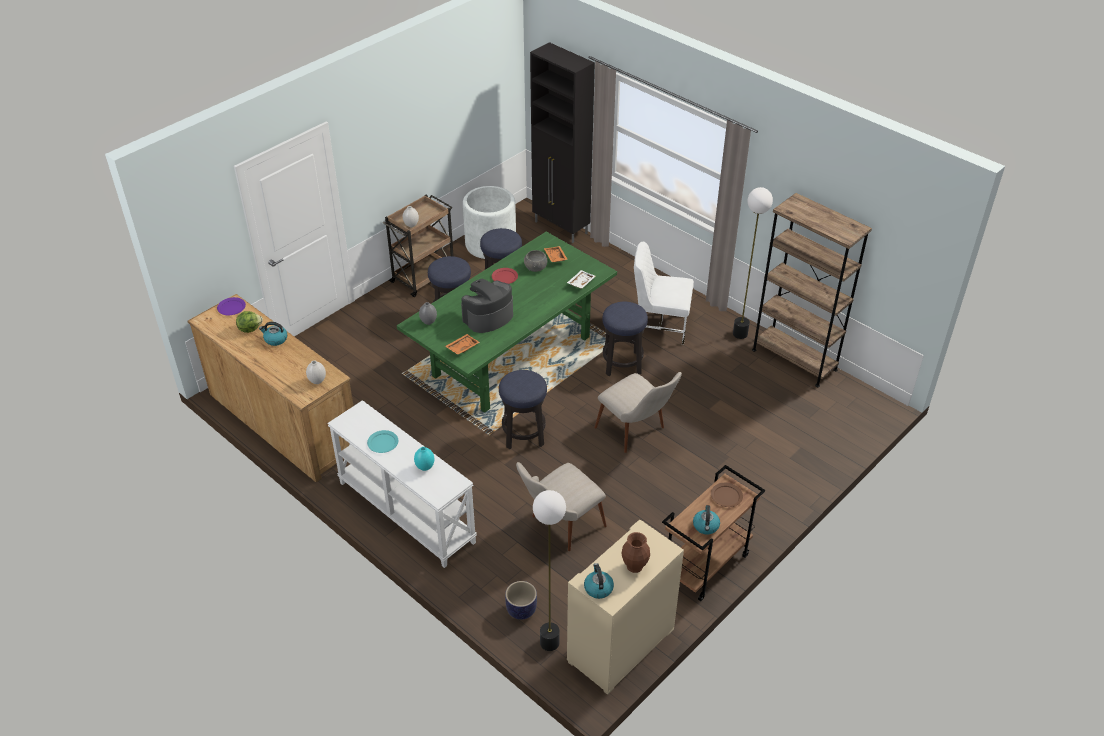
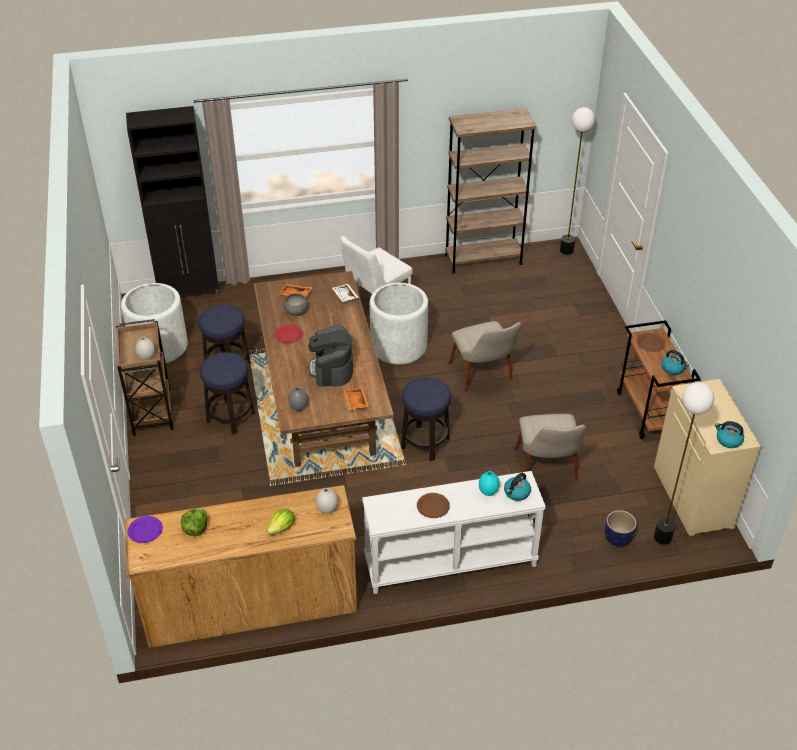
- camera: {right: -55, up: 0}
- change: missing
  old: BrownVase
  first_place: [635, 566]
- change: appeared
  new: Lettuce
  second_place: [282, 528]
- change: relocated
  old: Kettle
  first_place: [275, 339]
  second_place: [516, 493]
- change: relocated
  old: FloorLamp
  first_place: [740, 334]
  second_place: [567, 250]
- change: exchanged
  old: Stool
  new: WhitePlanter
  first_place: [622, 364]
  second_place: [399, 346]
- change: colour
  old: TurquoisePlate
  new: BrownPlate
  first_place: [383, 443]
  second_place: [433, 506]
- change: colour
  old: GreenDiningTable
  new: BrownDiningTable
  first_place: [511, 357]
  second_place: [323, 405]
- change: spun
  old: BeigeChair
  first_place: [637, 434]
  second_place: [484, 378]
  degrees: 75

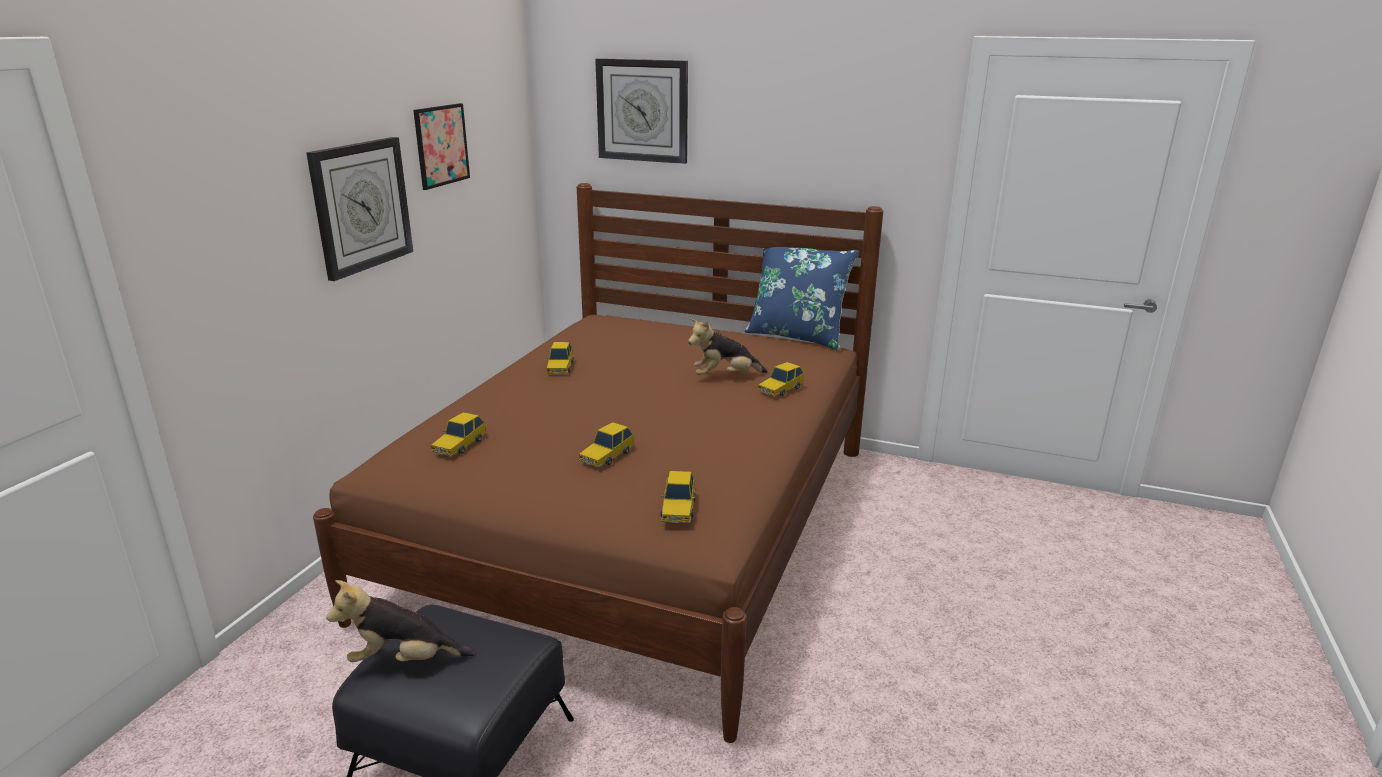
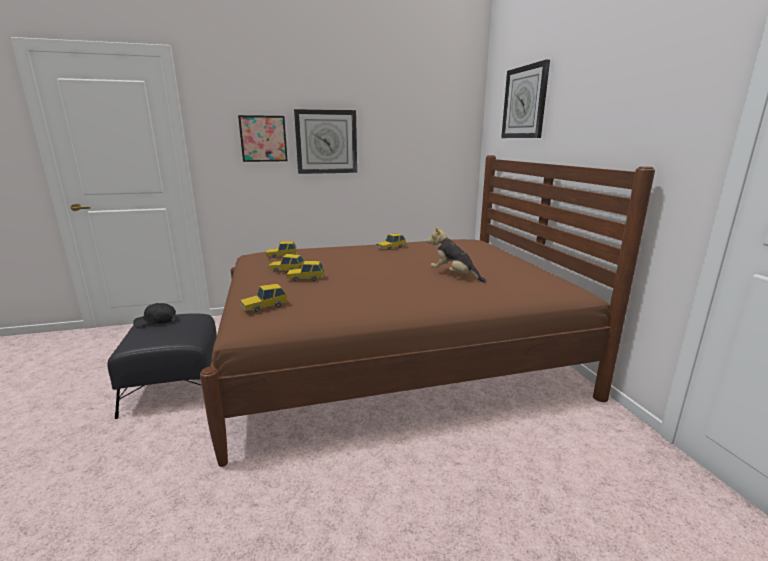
- camera: {right: 55, up: -5}
- change: missing
  old: BluePillow
  first_place: [797, 336]
- change: relocated
  old: Picture
  first_place: [441, 145]
  second_place: [263, 138]
- change: relocated
  old: ToyCar
  first_place: [780, 389]
  second_place: [286, 270]
- change: exchanged
  old: PlushToy
  new: BlackCap
  first_place: [404, 660]
  second_place: [156, 321]

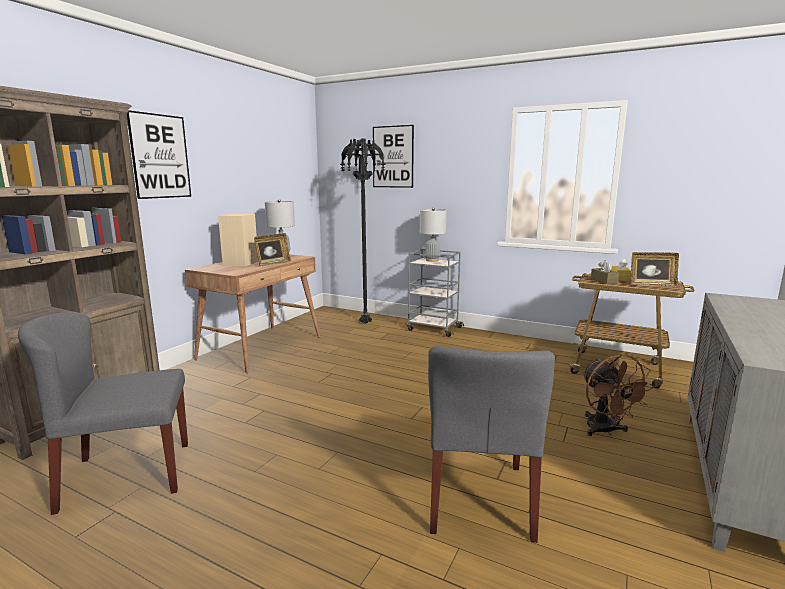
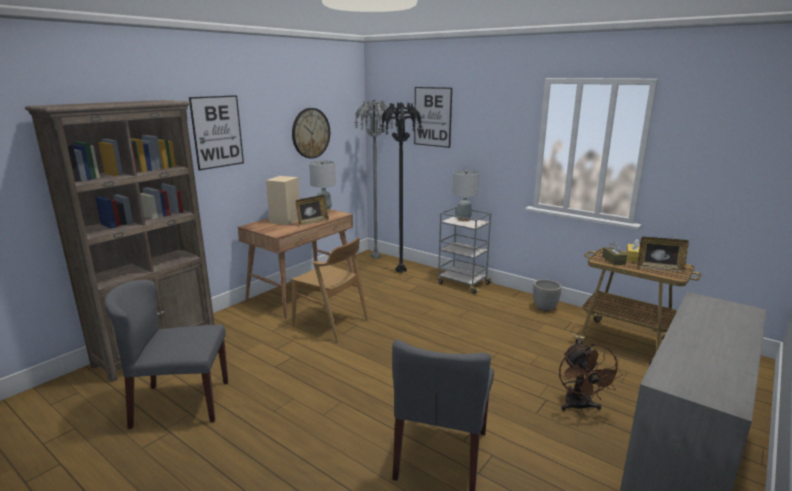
- camera: {right: 10, up: 5}
- change: appeared
  new: BrownChair
  second_place: [330, 323]
- change: appeared
  new: WallClock
  second_place: [310, 133]
- change: appeared
  new: GreyFloorLamp
  second_place: [376, 259]
- change: appeared
  new: Planter
  second_place: [545, 308]

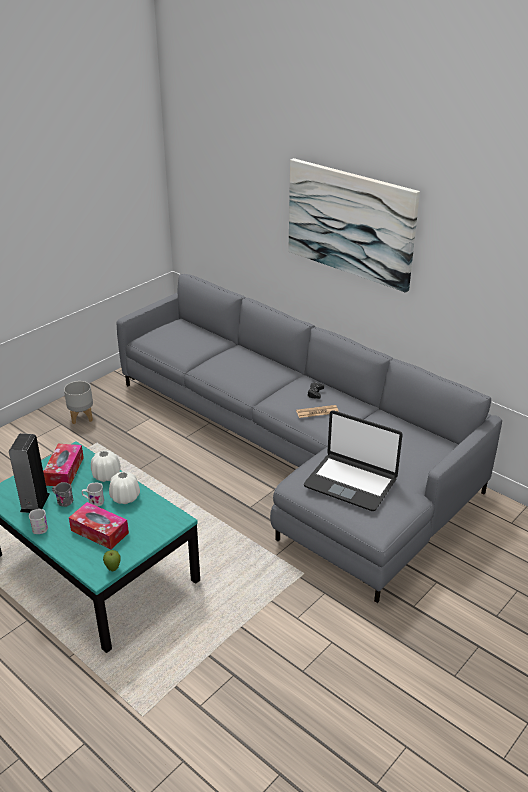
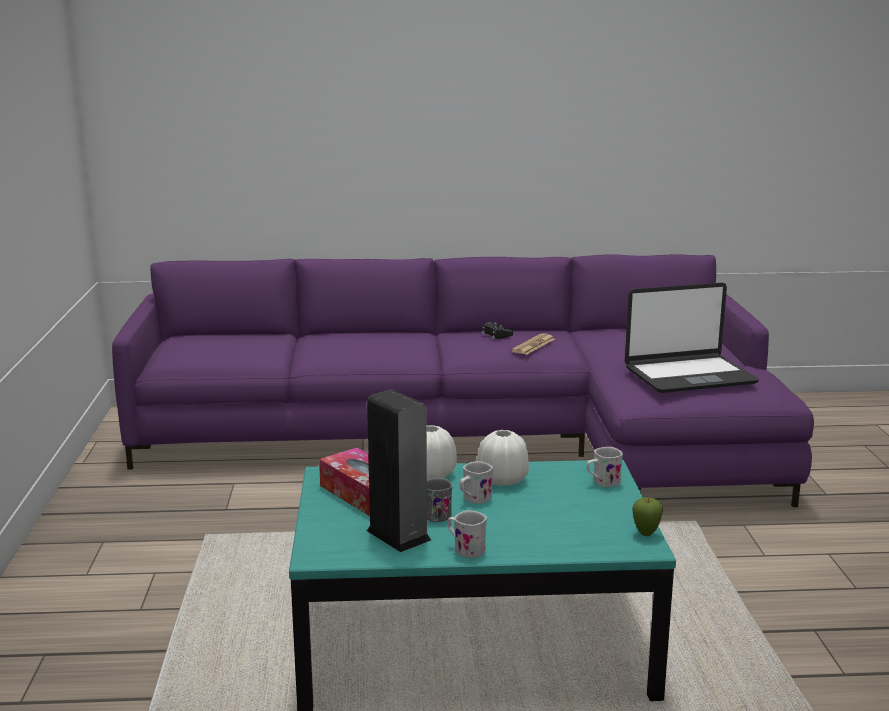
- camera: {right: -45, up: -15}
- change: missing
  old: GreyPlanter
  first_place: [81, 417]
- change: missing
  old: TissueBox
  first_place: [99, 531]
- change: missing
  old: Picture
  first_place: [350, 223]
- change: appeared
  new: WhiteMug
  second_place: [602, 483]
- change: colour
  old: GreySofa
  new: PurpleSofa
  first_place: [295, 451]
  second_place: [477, 440]

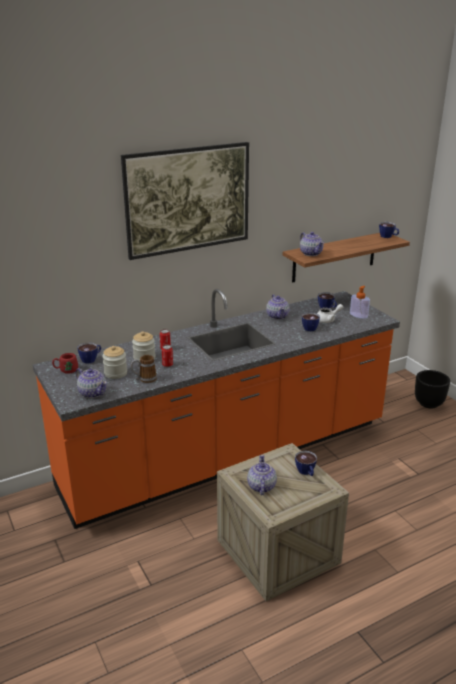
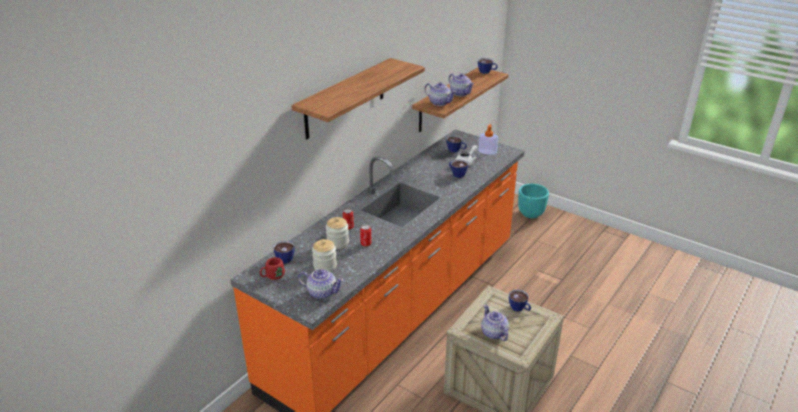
- camera: {right: -25, up: 5}
- change: missing
  old: Mug
  first_place: [144, 379]
- change: relocated
  old: Teapot
  first_place: [277, 316]
  second_place: [460, 93]
- change: exchanged
  old: Picture
  new: Shelf
  first_place: [189, 224]
  second_place: [345, 98]
- change: colour
  old: BlackPlanter
  new: TurquoisePlanter
  first_place: [428, 403]
  second_place: [530, 214]

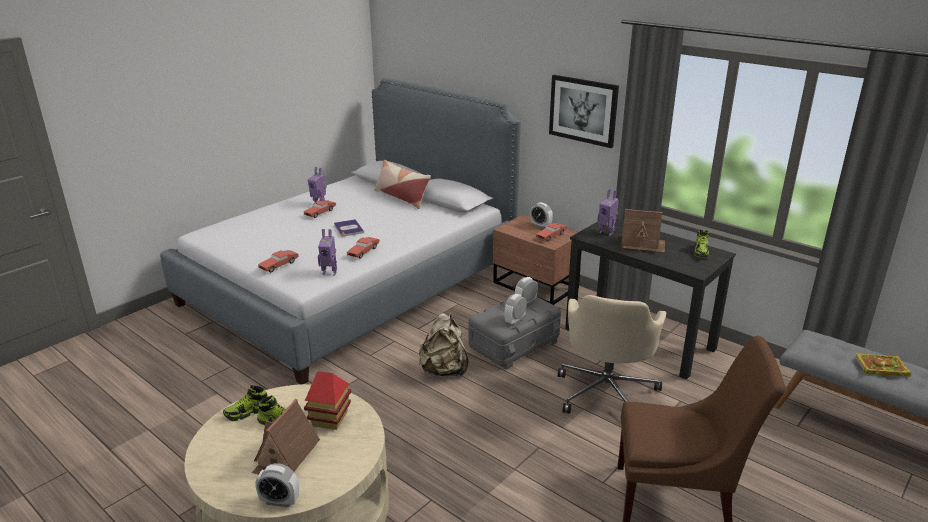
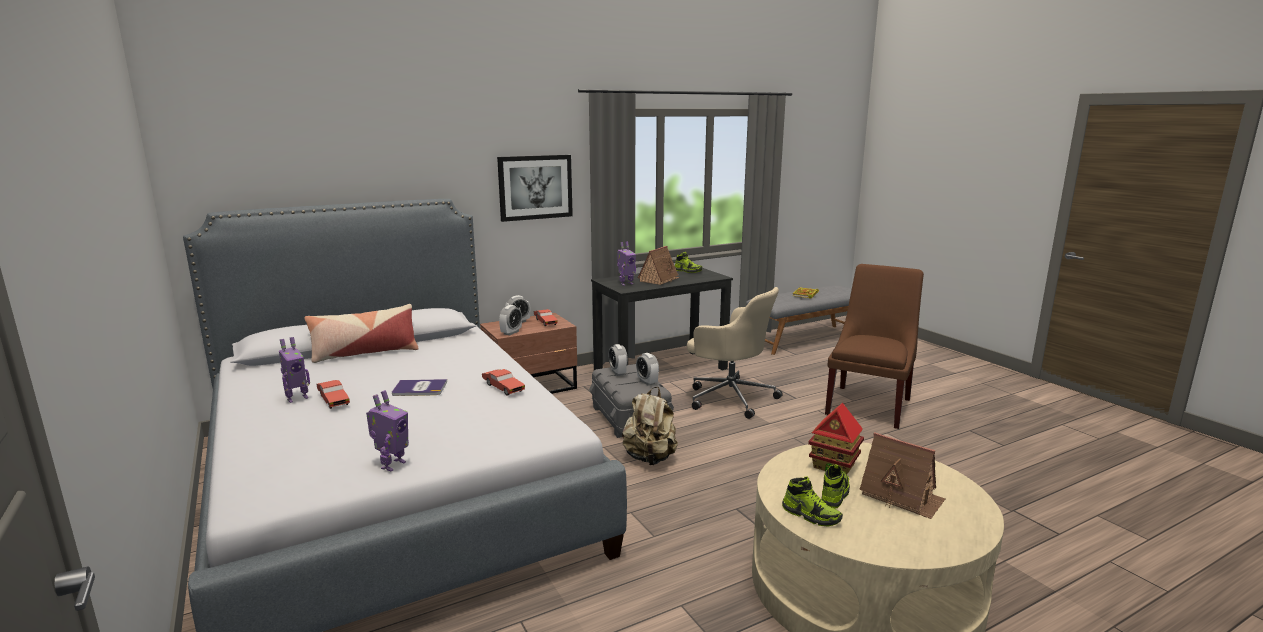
- camera: {right: -70, up: -10}
- change: missing
  old: RedToyCar
  first_place: [279, 265]
- change: relocated
  old: AlarmClock
  first_place: [280, 501]
  second_place: [511, 332]
- change: relocated
  old: ToyRobot
  first_place: [329, 273]
  second_place: [392, 465]
- change: spun
  old: Shoe
  first_place: [248, 412]
  second_place: [811, 515]
  degrees: -45

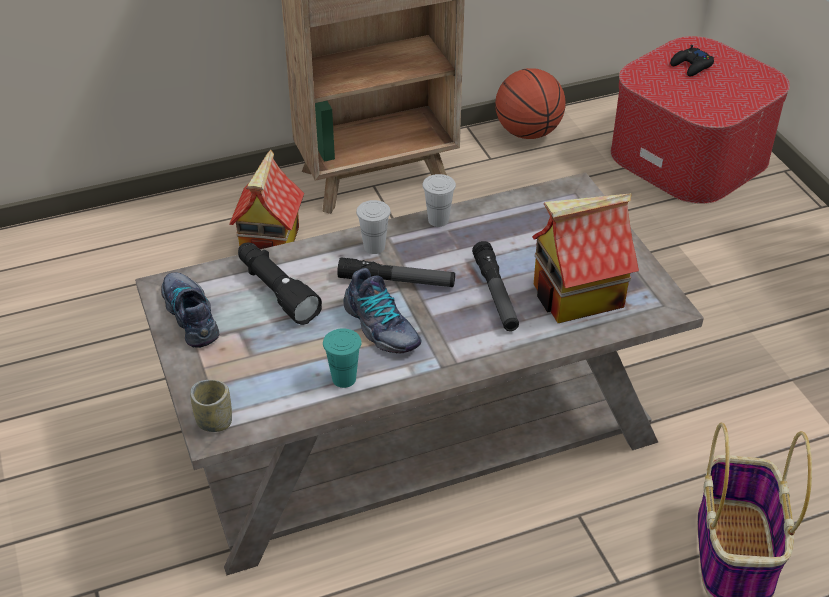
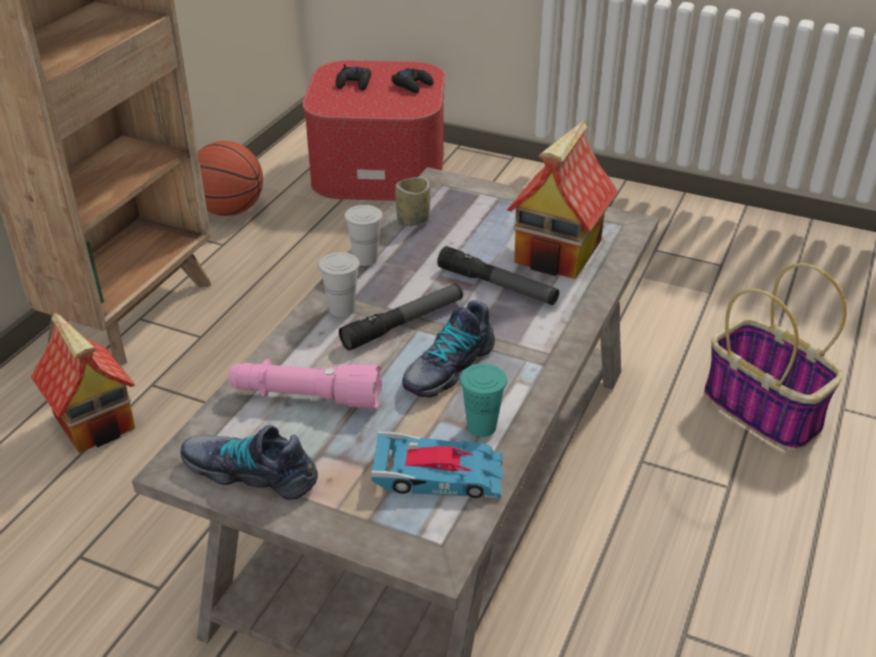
- camera: {right: -45, up: -5}
- change: appeared
  new: ToyCar
  second_place: [439, 474]
- change: appeared
  new: BlackGameController
  second_place: [412, 85]
- change: relocated
  old: Cup
  first_place: [214, 422]
  second_place: [413, 220]
- change: colour
  old: BlackFlashlight
  new: PinkFlashlight
  first_place: [276, 291]
  second_place: [306, 397]
- change: spun
  old: Shoe
  first_place: [380, 327]
  second_place: [447, 367]
  degrees: 120

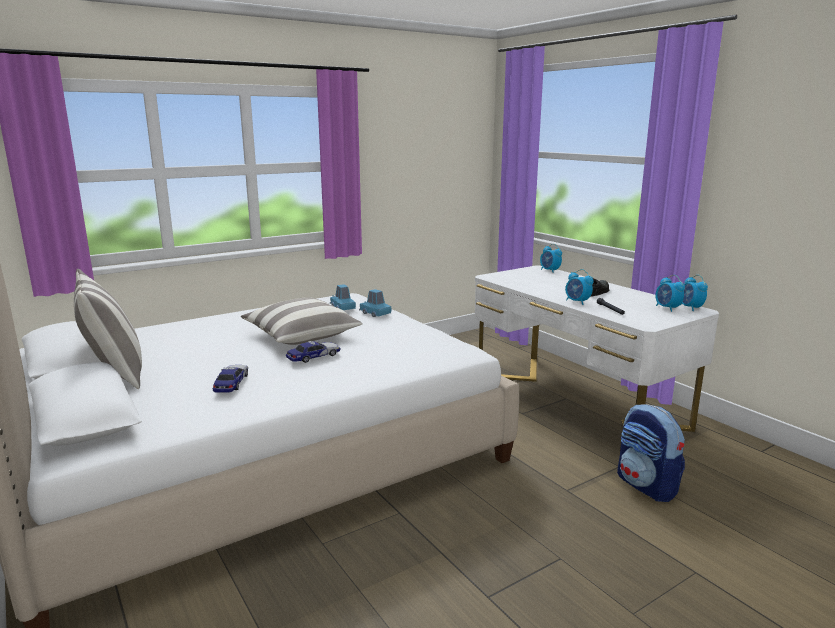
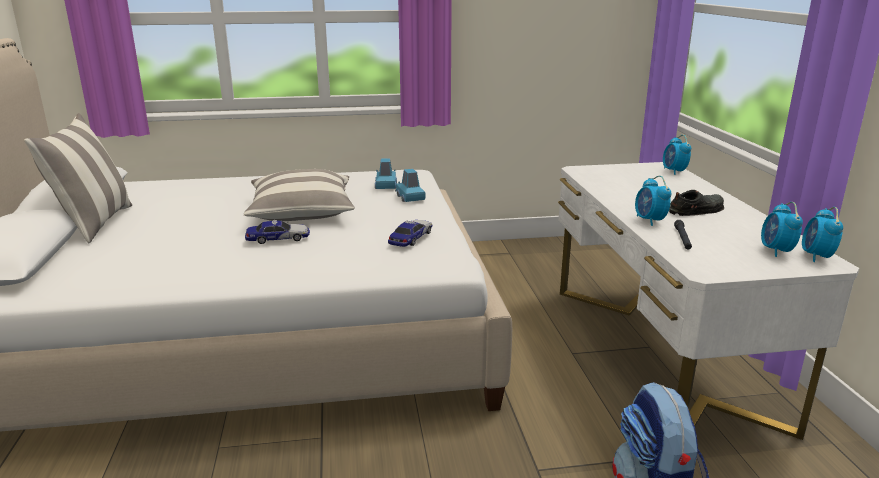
- camera: {right: 25, up: 5}
- change: relocated
  old: ToyCar
  first_place: [231, 383]
  second_place: [411, 238]

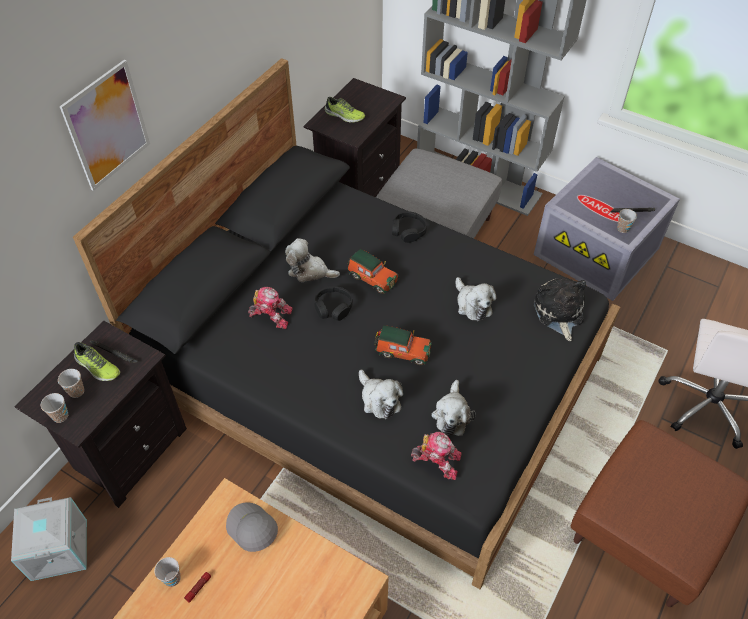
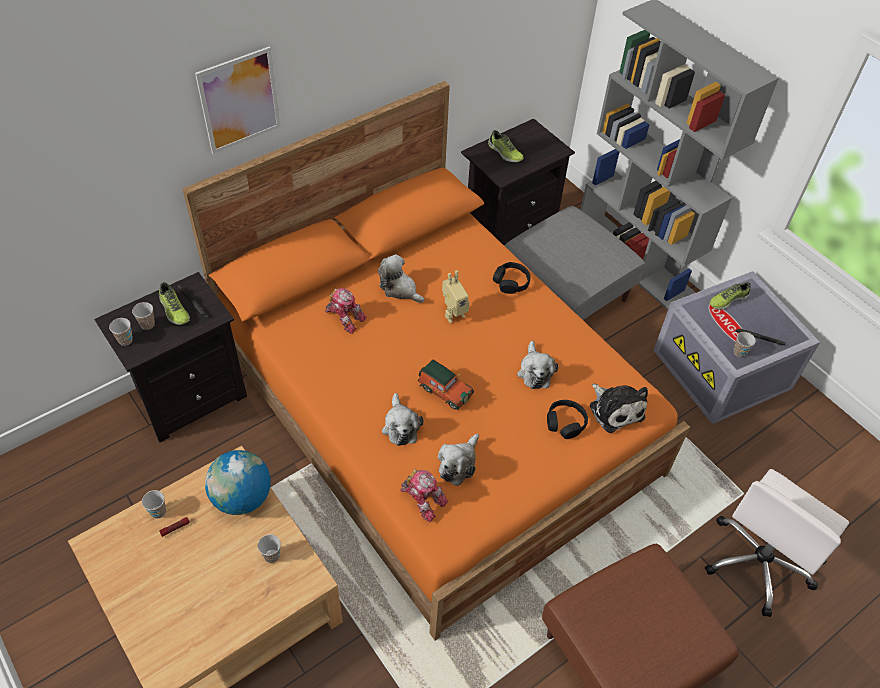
- camera: {right: 20, up: 0}
- change: missing
  old: GreyStorageBox
  first_place: [58, 549]
- change: appeared
  new: Cup
  second_place: [272, 556]
- change: appeared
  new: Shoe
  second_place: [727, 300]
- change: relocated
  old: BlackHeadphones
  first_place: [333, 307]
  second_place: [565, 423]
- change: exchanged
  old: GreyCap
  new: Globe
  first_place: [251, 529]
  second_place: [242, 498]
- change: exchanged
  old: ToyCar
  new: ToyRobot
  first_place: [371, 277]
  second_place: [453, 314]
- change: colour
  old: BlackBed
  new: OrangeBed
  first_place: [373, 373]
  second_place: [436, 408]
- change: spun
  old: PlushToy
  first_place: [558, 313]
  second_place: [615, 409]
  degrees: 135

